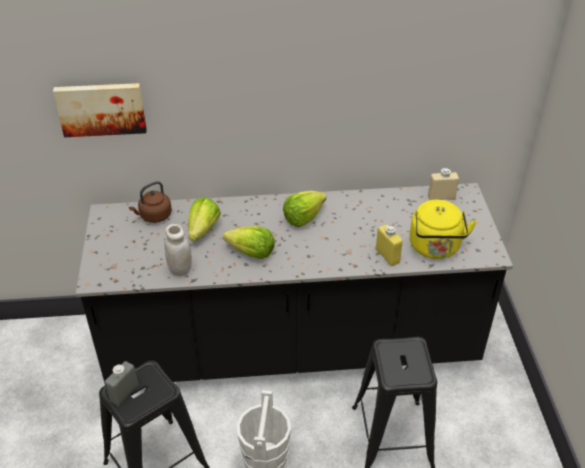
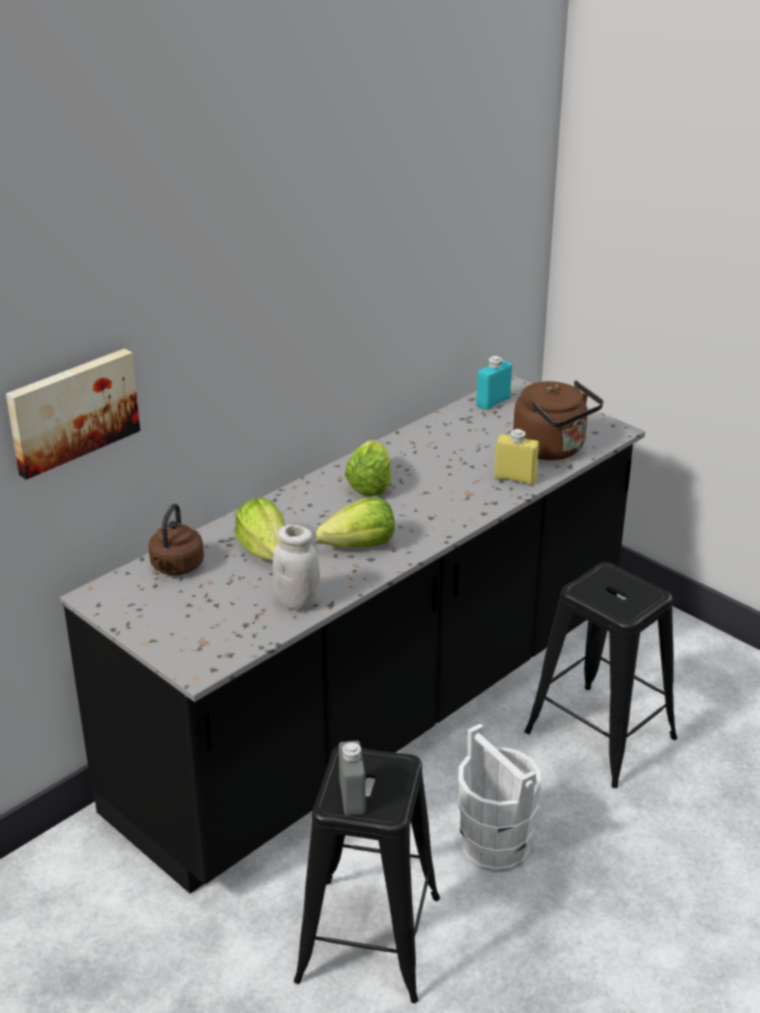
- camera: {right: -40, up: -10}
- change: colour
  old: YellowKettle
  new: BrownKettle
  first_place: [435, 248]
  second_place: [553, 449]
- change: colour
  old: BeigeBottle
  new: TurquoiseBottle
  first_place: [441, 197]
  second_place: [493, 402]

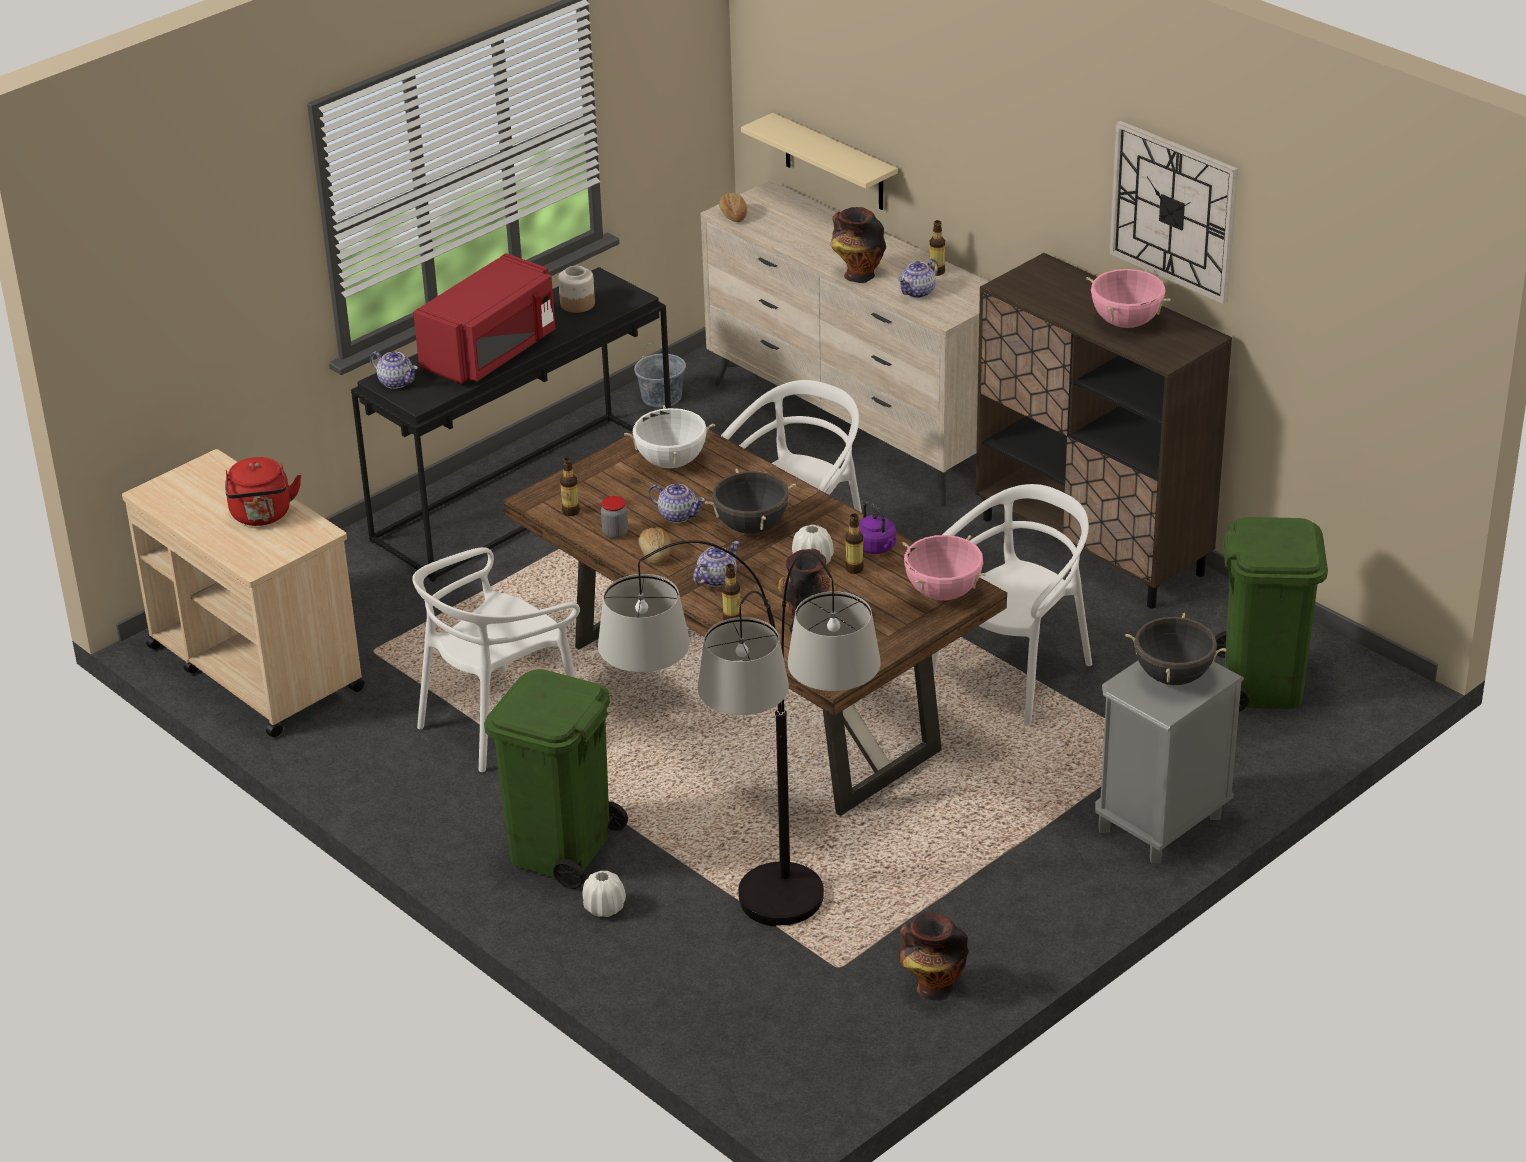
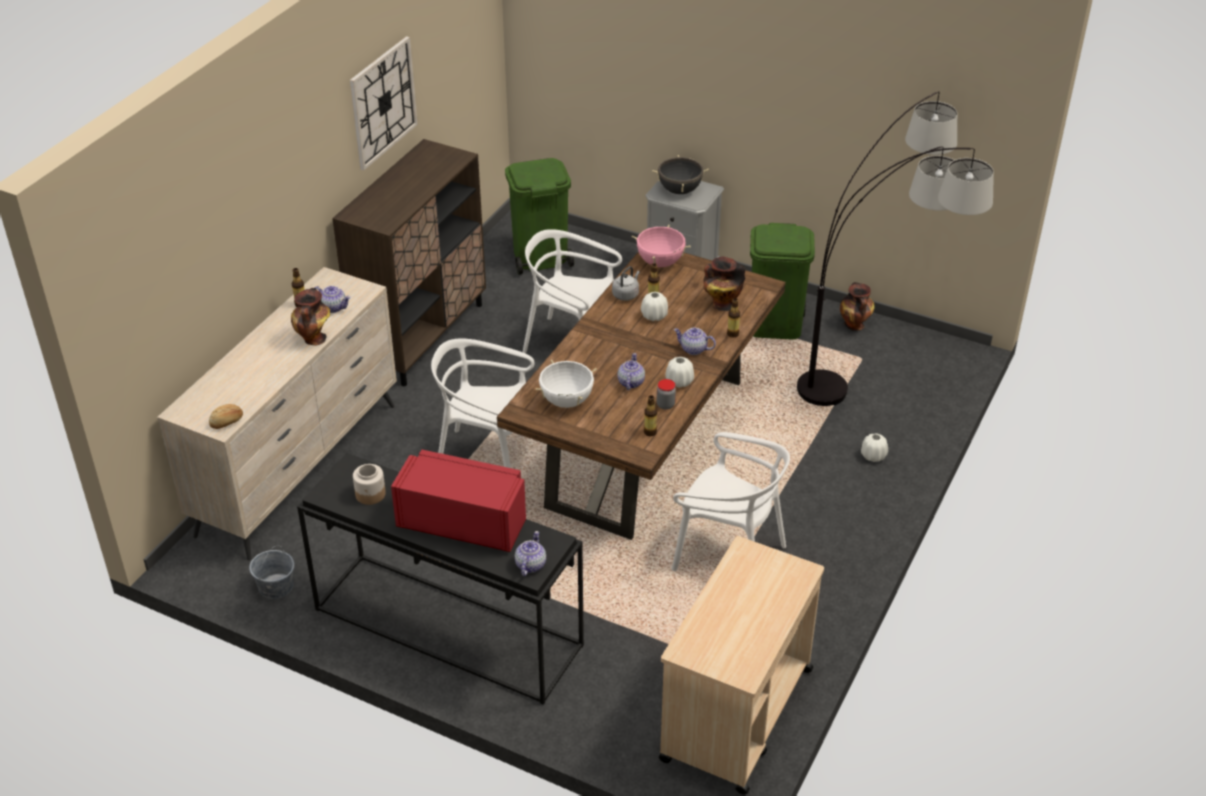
- camera: {right: -110, up: 5}
- change: missing
  old: RedKettle
  first_place: [262, 516]
- change: missing
  old: BlackCookingPot
  first_place: [751, 527]
- change: missing
  old: BeigeShelf
  first_place: [834, 163]
- change: missing
  old: PinkCookingPot
  first_place: [1126, 323]
- change: relocated
  old: GreenTrashCan
  first_place: [560, 849]
  second_place: [775, 325]
- change: exchanged
  old: Bread
  new: WhiteVase
  first_place: [655, 553]
  second_place: [679, 381]
- change: colour
  old: PurpleKettle
  new: GreyKettle
  first_place: [877, 548]
  second_place: [626, 294]

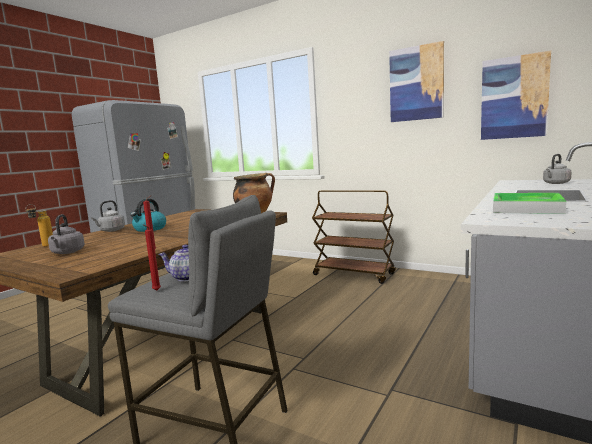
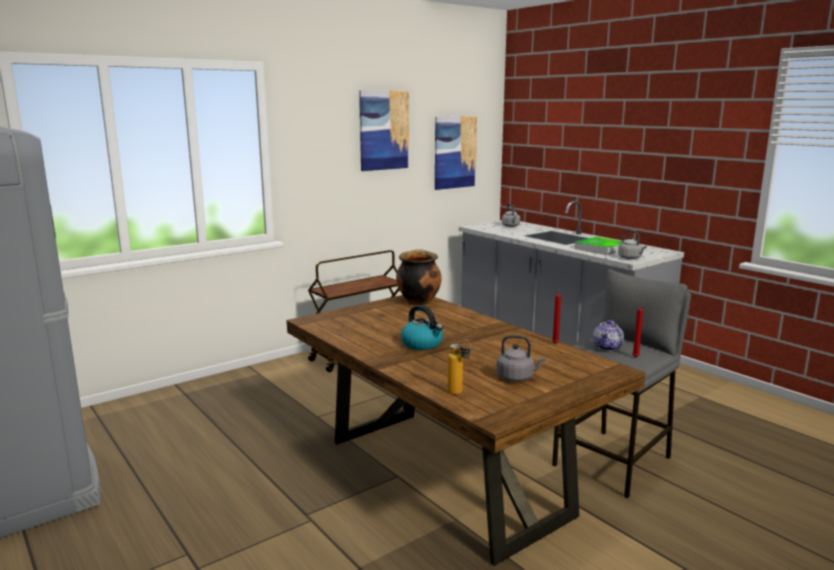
- camera: {right: -70, up: 5}
- change: relocated
  old: GreyKettle
  first_place: [111, 230]
  second_place: [630, 258]

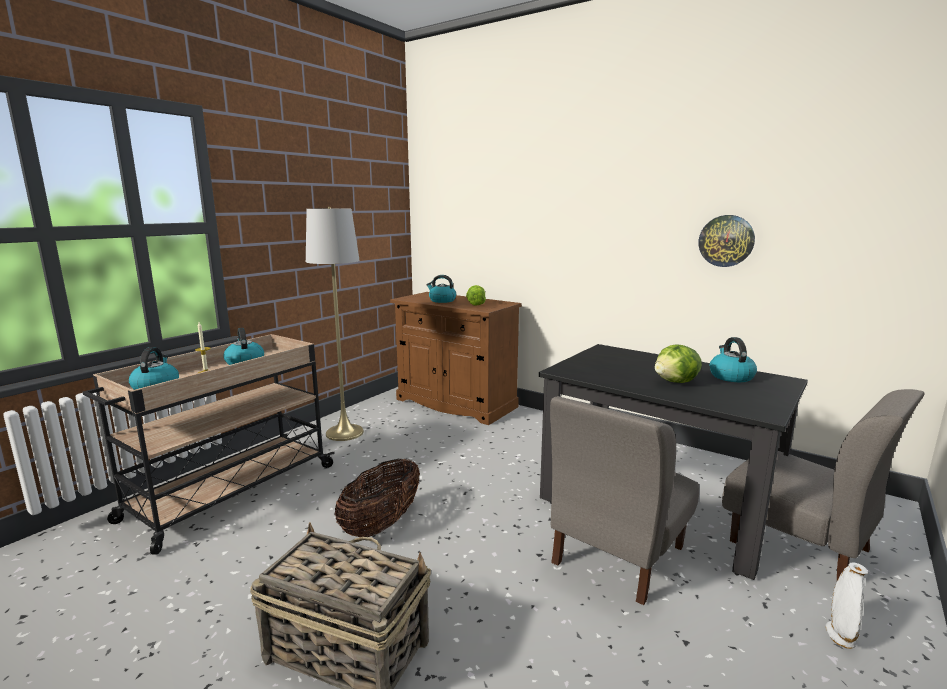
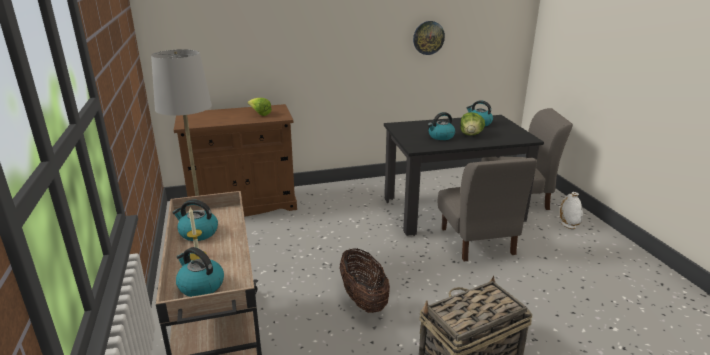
- camera: {right: -50, up: 10}
- change: relocated
  old: Kettle
  first_place: [442, 300]
  second_place: [440, 136]

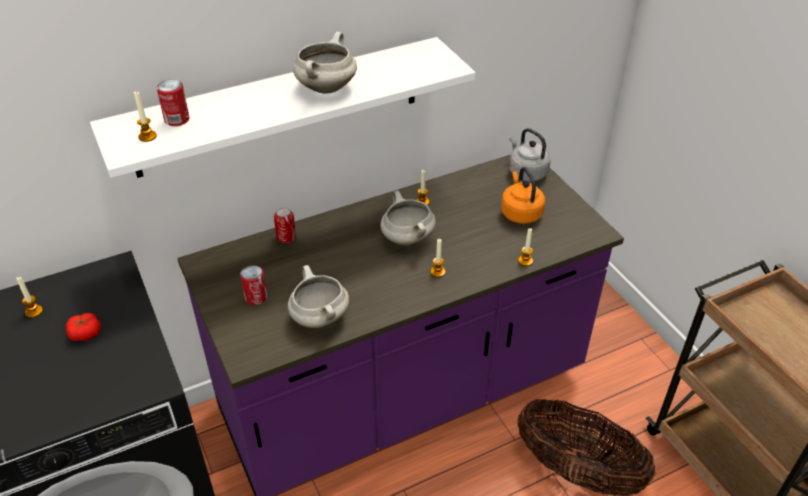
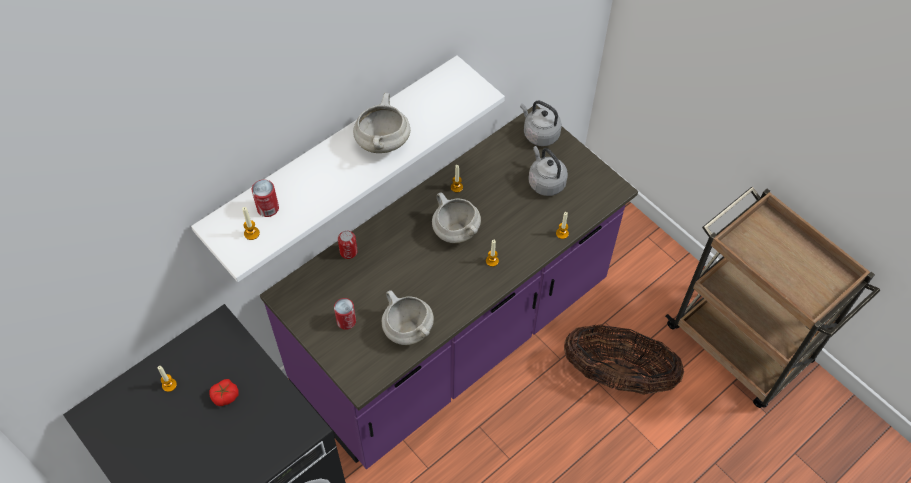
- camera: {right: -15, up: 15}
- change: colour
  old: OrangeKettle
  new: GreyKettle
  first_place: [520, 213]
  second_place: [545, 182]

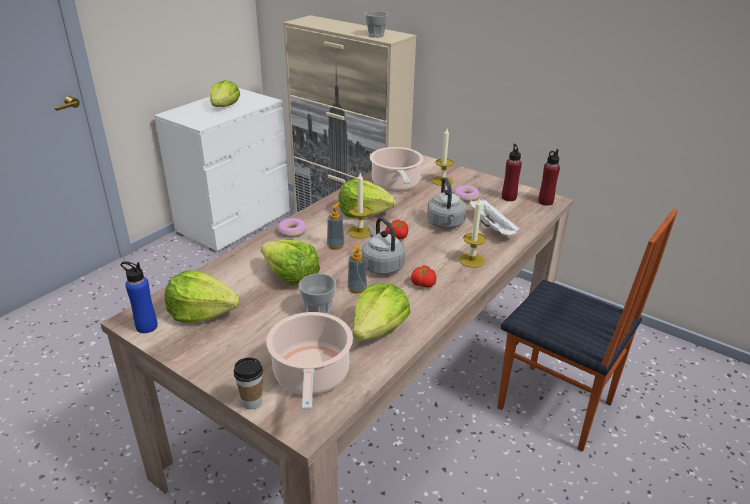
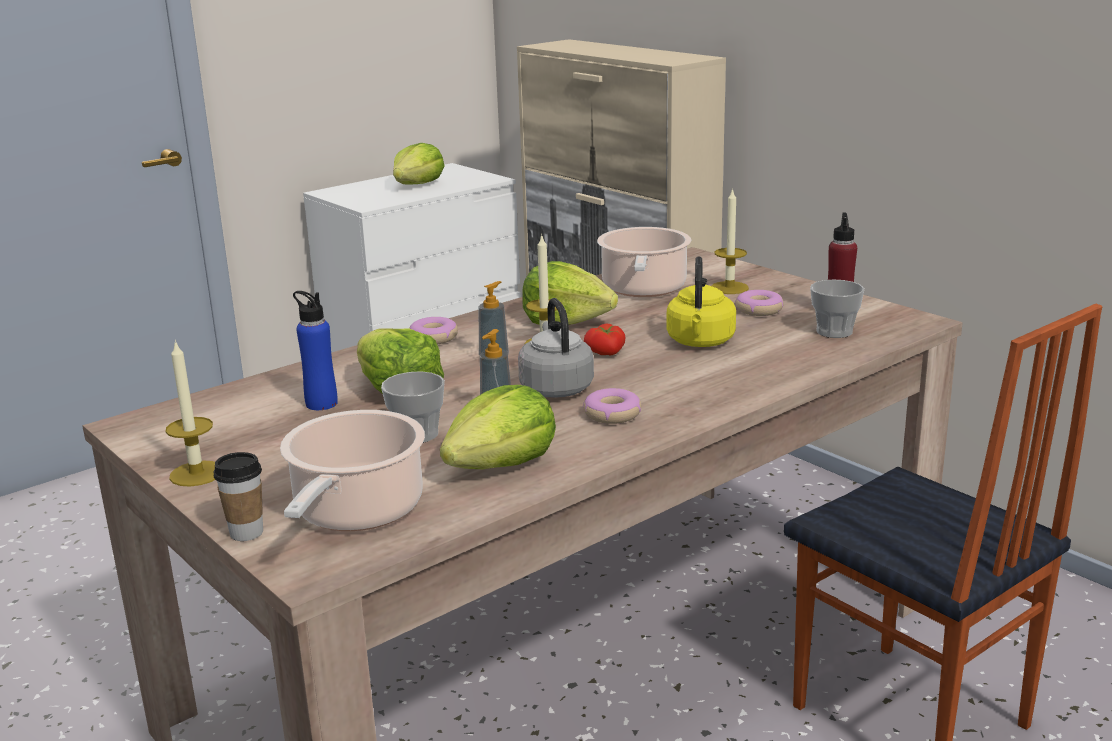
- camera: {right: 15, up: -10}
- change: missing
  old: Lettuce
  first_place: [202, 312]
- change: missing
  old: WhiteTray
  first_place: [493, 228]
- change: missing
  old: RedBottle
  first_place: [545, 202]
- change: relocated
  old: BlueBottle
  first_place: [146, 326]
  second_place: [321, 403]
- change: relocated
  old: Cup
  first_place: [376, 35]
  second_place: [834, 331]
- change: relocated
  old: Candle
  first_place: [472, 260]
  second_place: [196, 473]
- change: exchanged
  old: Tomato
  new: Donut
  first_place: [422, 284]
  second_place: [612, 414]
- change: colour
  old: GreyKettle
  new: YellowKettle
  first_place: [445, 224]
  second_place: [700, 342]

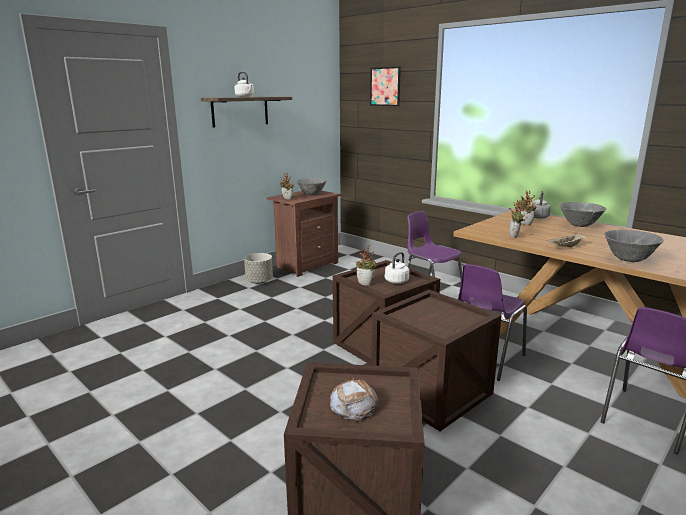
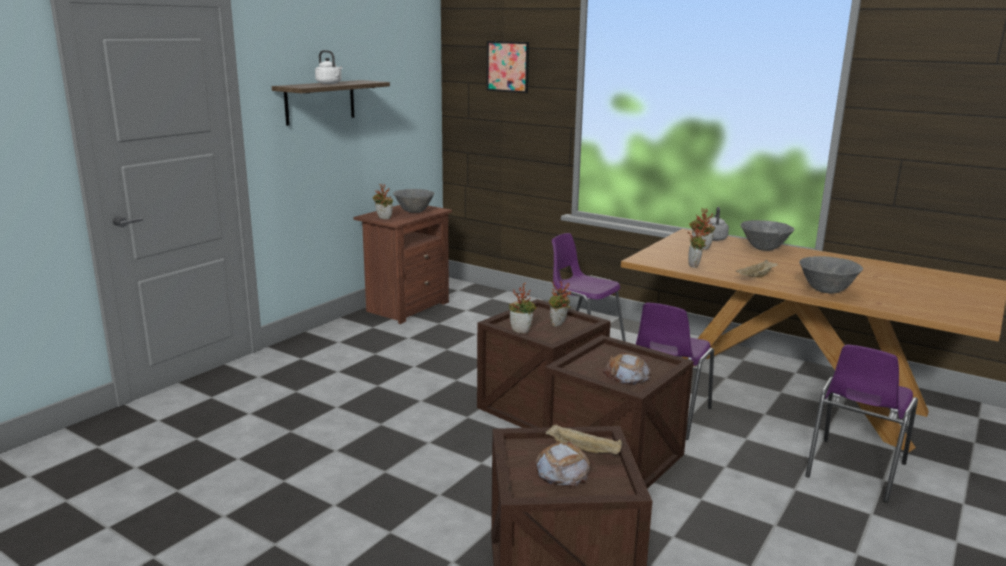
- camera: {right: -10, up: 0}
- change: missing
  old: GreyPlanter
  first_place: [259, 281]
- change: appeared
  new: BeigeTray
  second_place: [584, 451]
- change: appeared
  new: Bread
  second_place: [626, 375]
- change: exchanged
  old: WhiteKettle
  new: PottedPlant
  first_place: [397, 280]
  second_place: [558, 325]

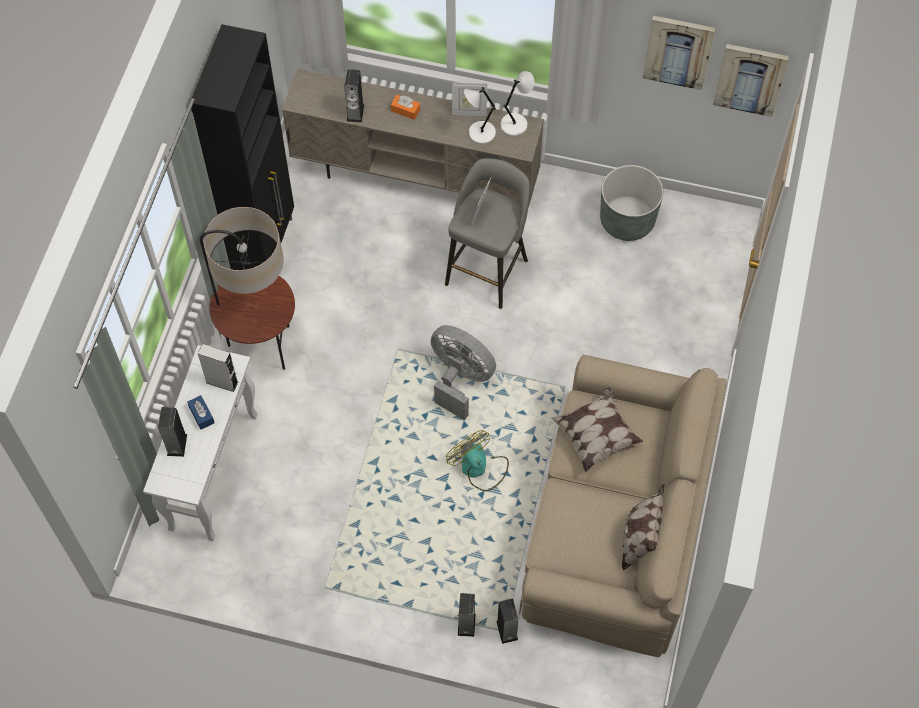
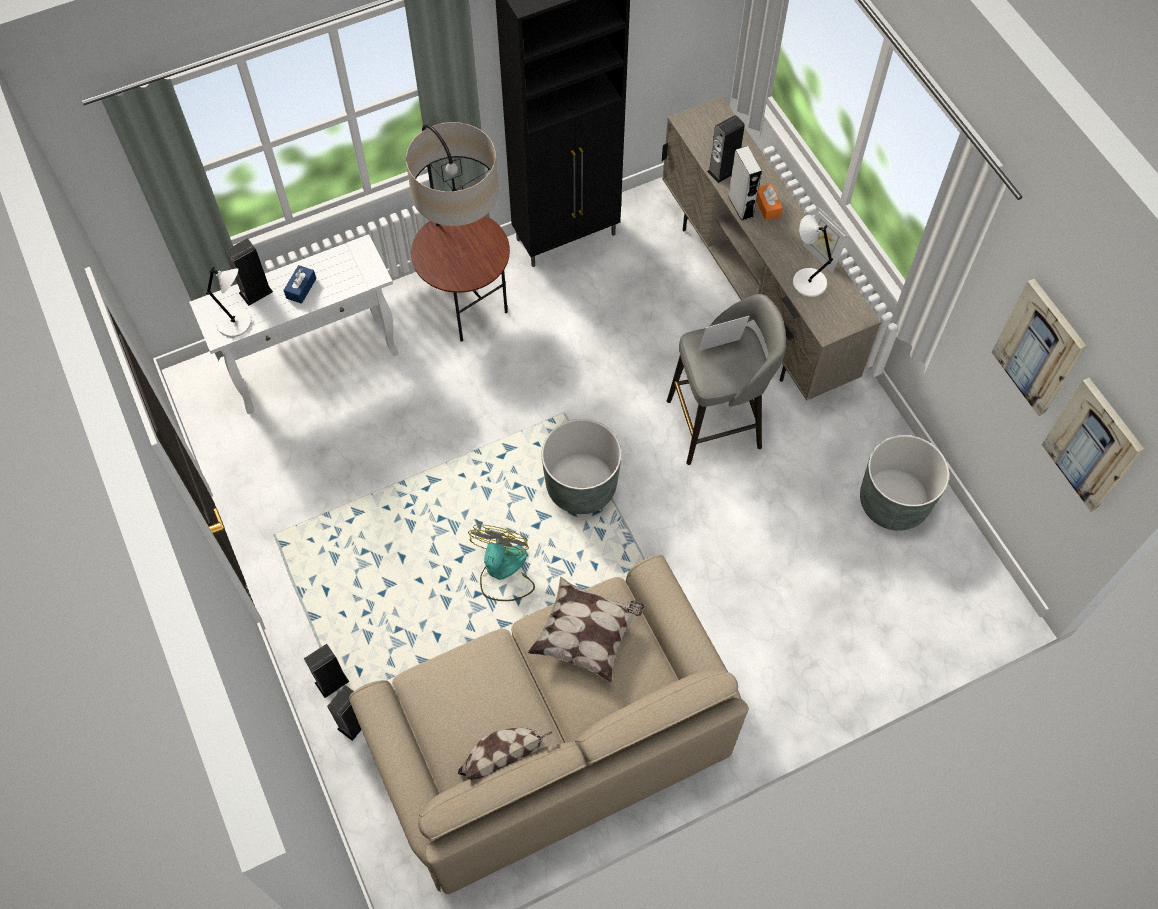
- camera: {right: 50, up: 0}
- change: relocated
  old: GreySpeaker
  first_place: [222, 382]
  second_place: [740, 206]
- change: relocated
  old: WhiteTableLamp
  first_place: [515, 124]
  second_place: [236, 323]
- change: exchanged
  old: GreyFan
  new: GreyPlanter
  first_place: [460, 379]
  second_place: [581, 486]

